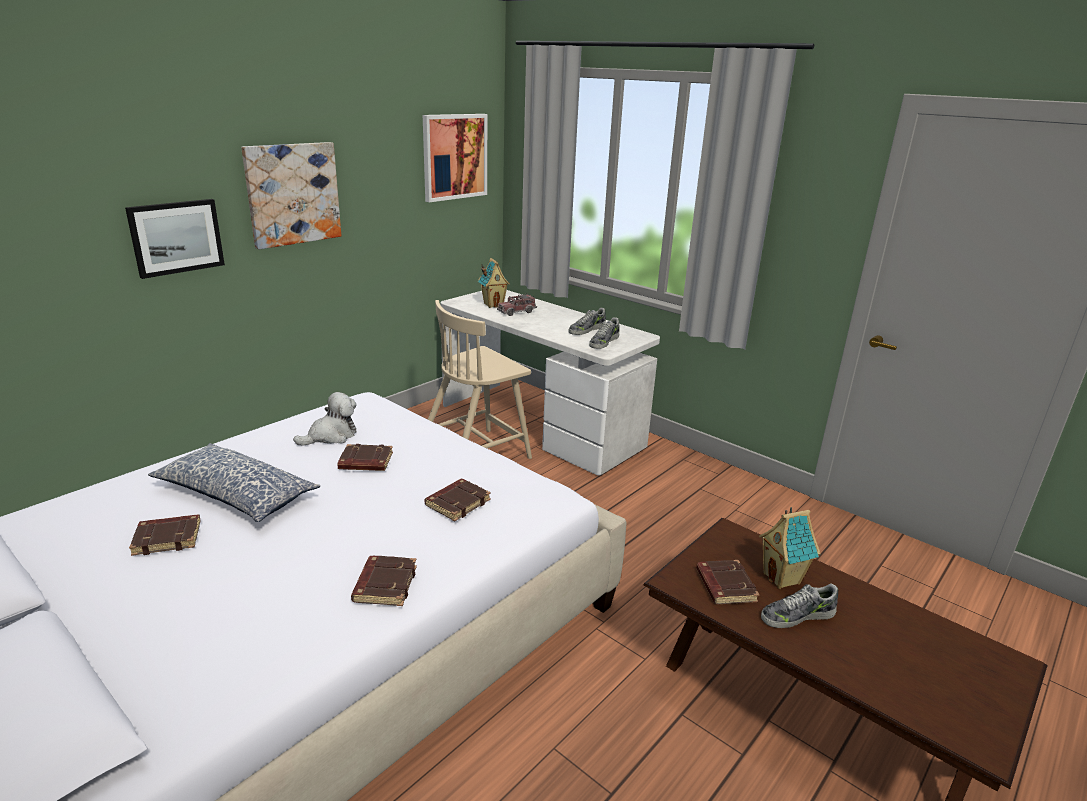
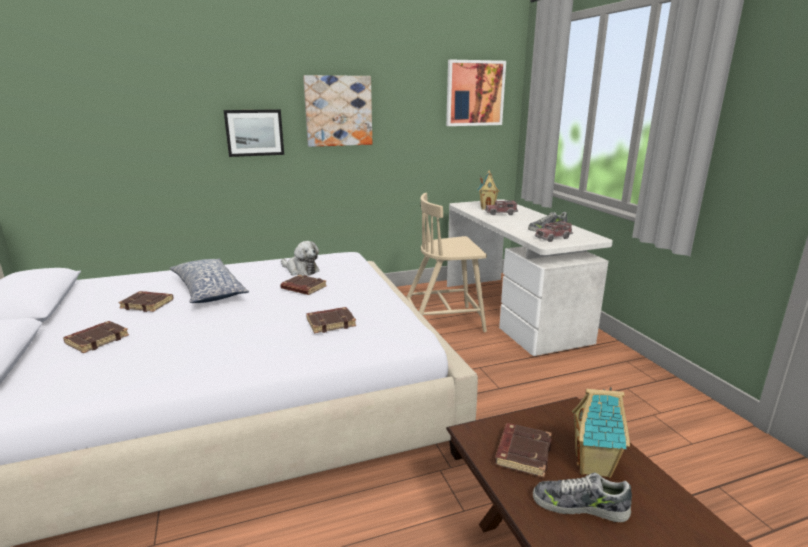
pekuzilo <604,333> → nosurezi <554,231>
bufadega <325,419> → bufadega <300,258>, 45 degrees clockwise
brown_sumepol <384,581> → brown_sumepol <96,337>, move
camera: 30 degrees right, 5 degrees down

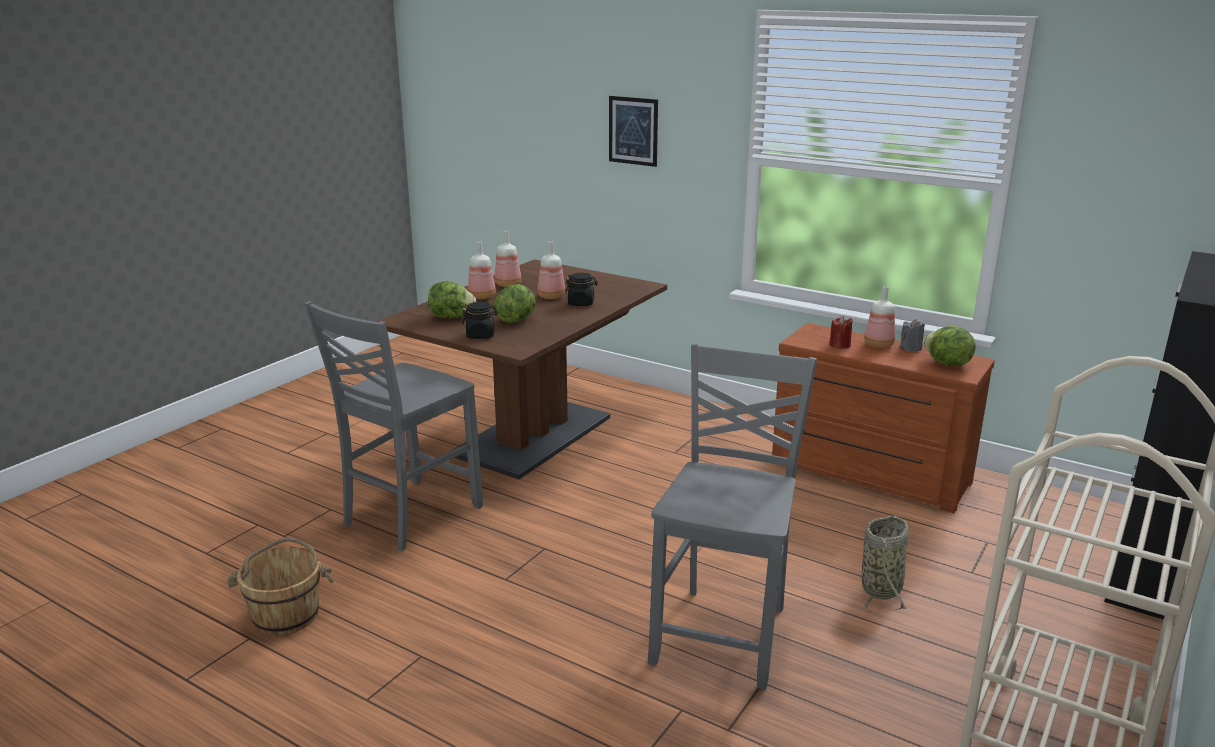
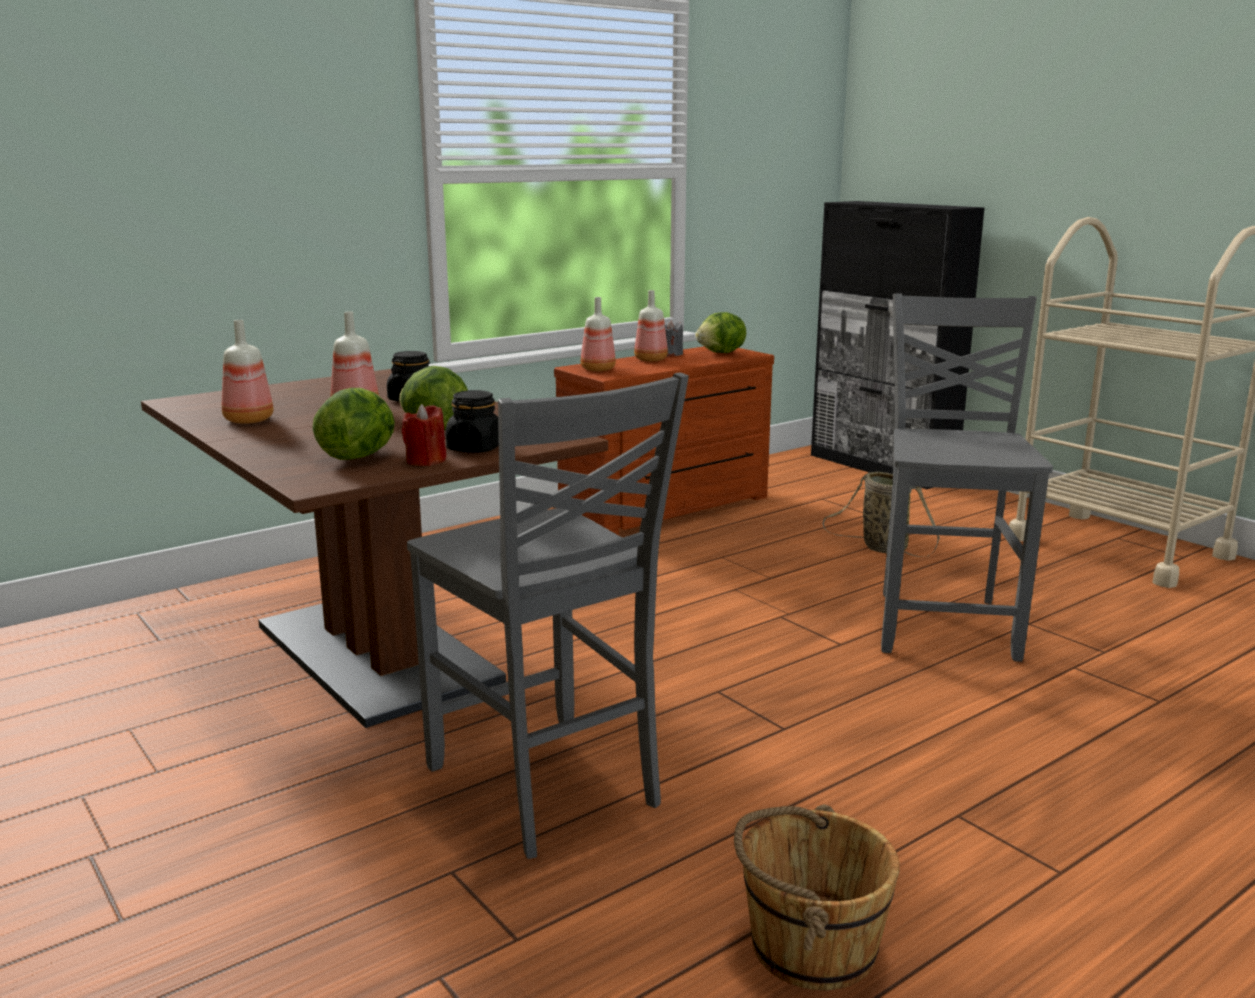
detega <633,131> → -
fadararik <482,270> → fadararik <598,334>, move
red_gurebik <841,332> → red_gurebik <423,435>, move
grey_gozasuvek <732,516> → grey_gozasuvek <967,477>, 60 degrees clockwise
camera: 70 degrees left, 5 degrees down

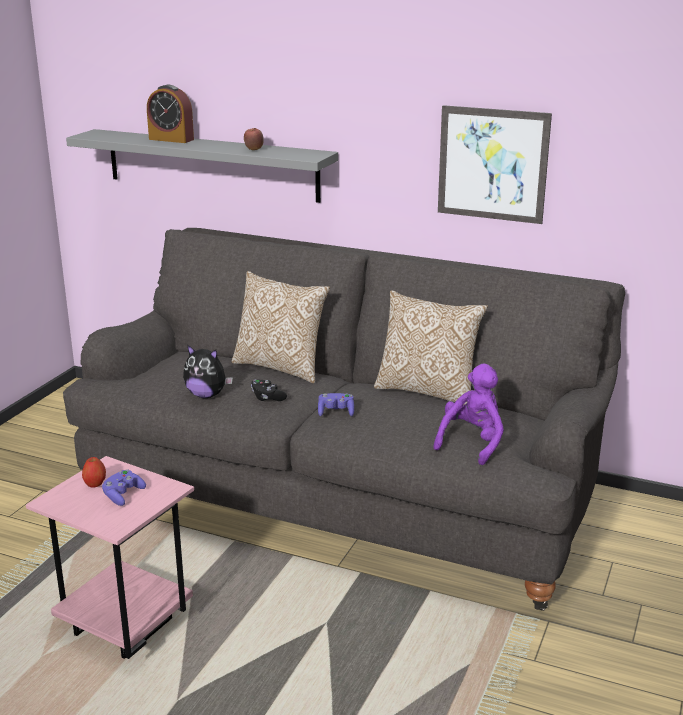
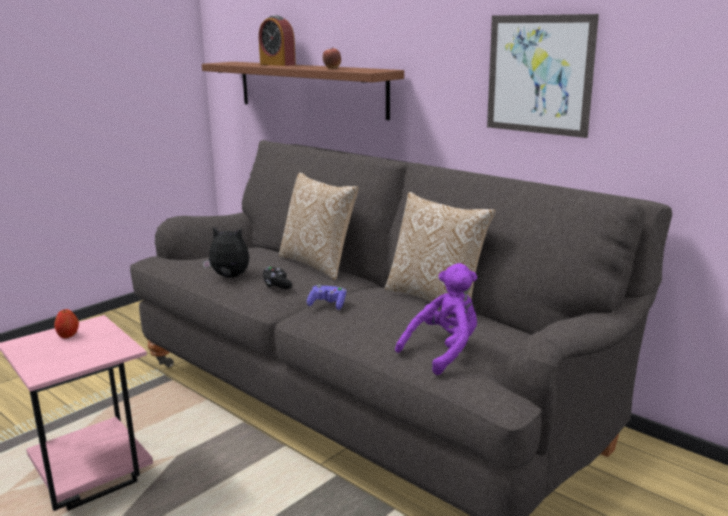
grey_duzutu <202,166> → brown_duzutu <303,91>
bufadega <208,371> → bufadega <225,252>, 150 degrees clockwise
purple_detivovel <124,487> → -
camera: 20 degrees right, 5 degrees down

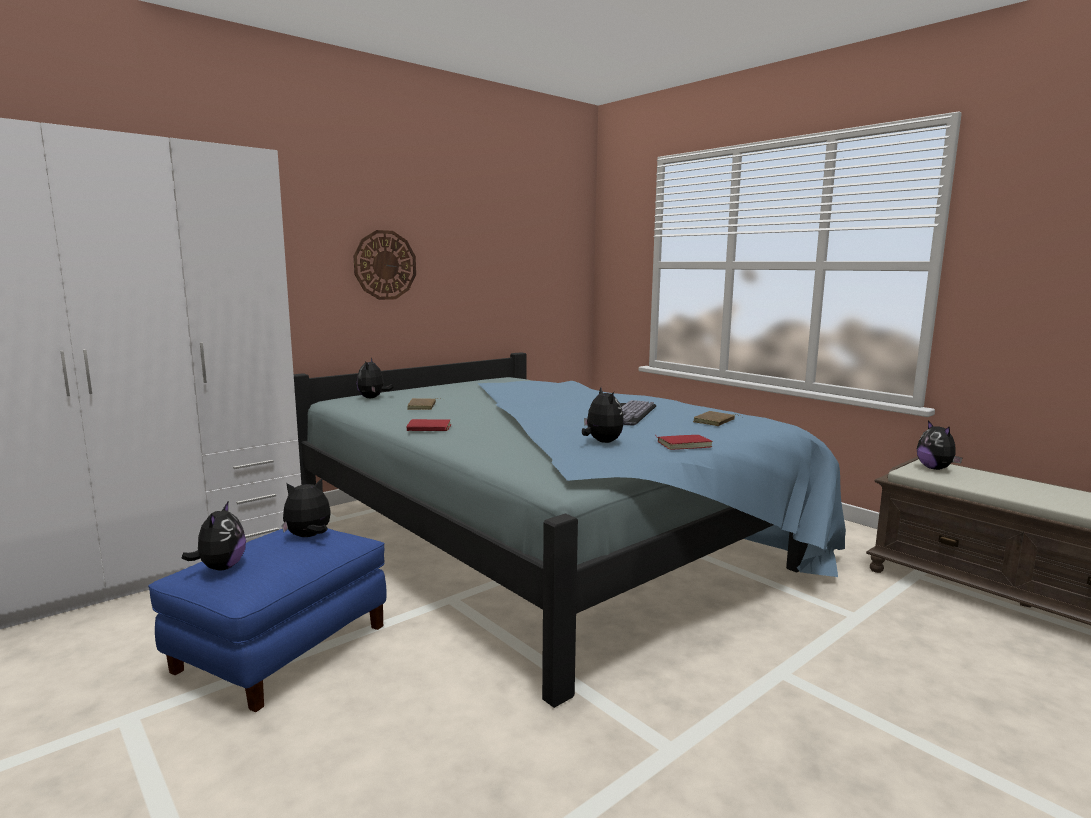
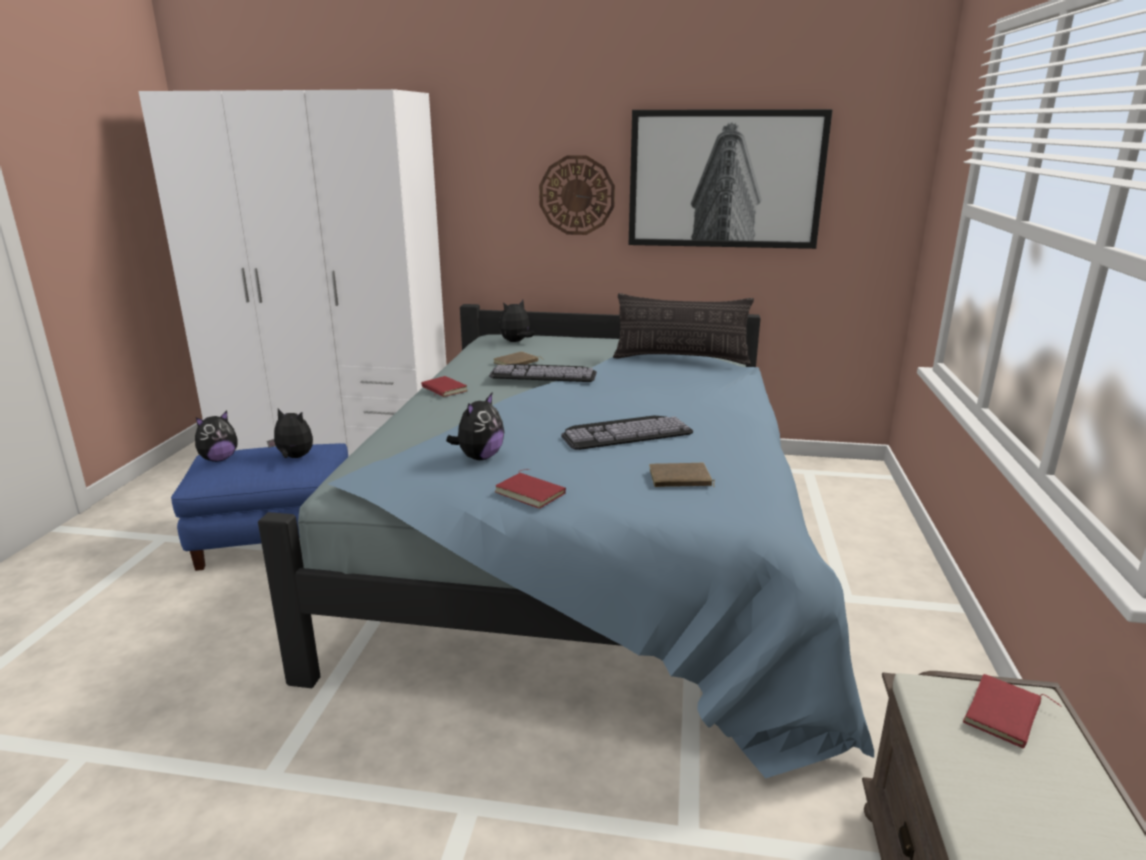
bufadega <939,445> → red_sumepol <1012,711>
- → detega <731,179>
- → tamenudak <683,329>
- → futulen <543,373>
camera: 50 degrees right, 10 degrees up

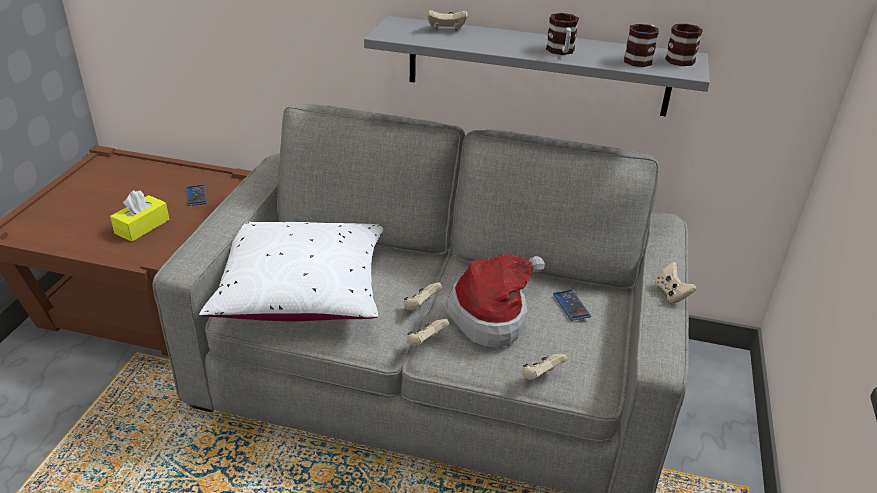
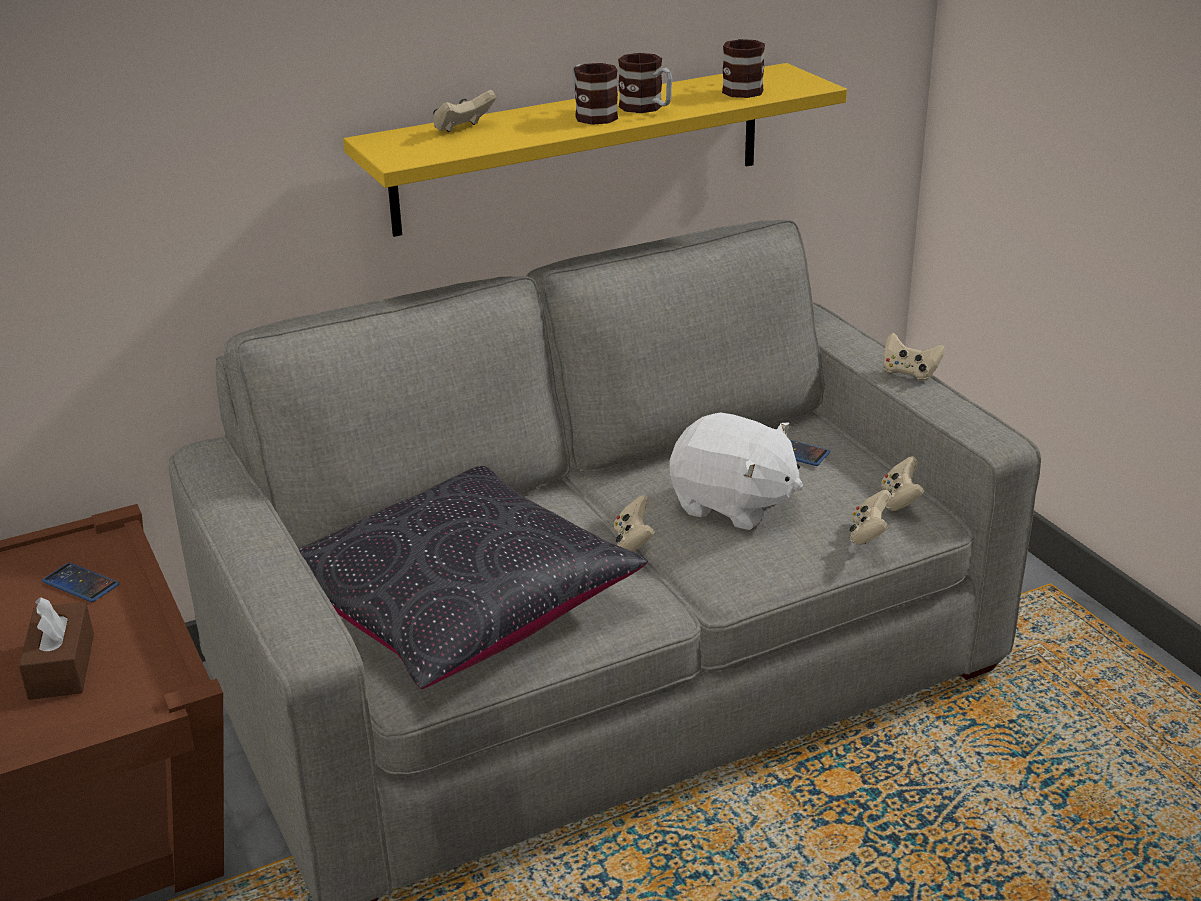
grey_duzutu <537,66> → yellow_duzutu <595,150>
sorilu <684,44> → sorilu <595,94>, move
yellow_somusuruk <140,216> → brown_somusuruk <56,648>
white_tamenudak <291,271> → black_tamenudak <473,577>
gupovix <495,301> → white_bufadega <736,471>
beige_detivovel <428,333> → beige_detivovel <902,483>, move
camera: 40 degrees left, 5 degrees down

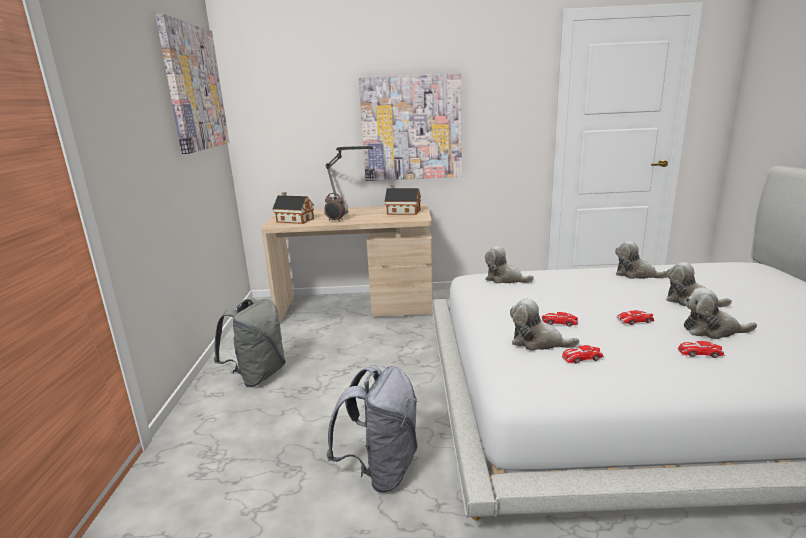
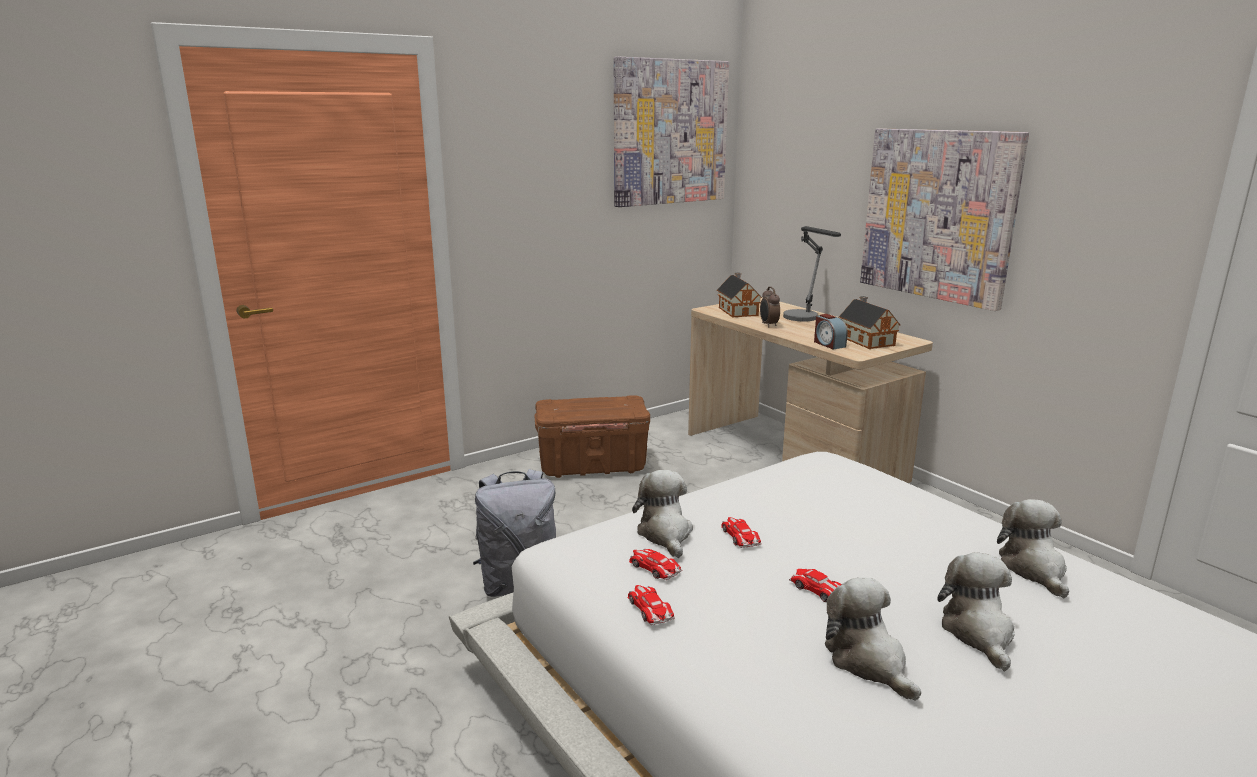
bufadega <509,265> → -
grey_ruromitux <250,342> → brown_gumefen <592,437>
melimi <701,349> → melimi <651,605>, move
- → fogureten <830,331>
camera: 55 degrees right, 0 degrees up

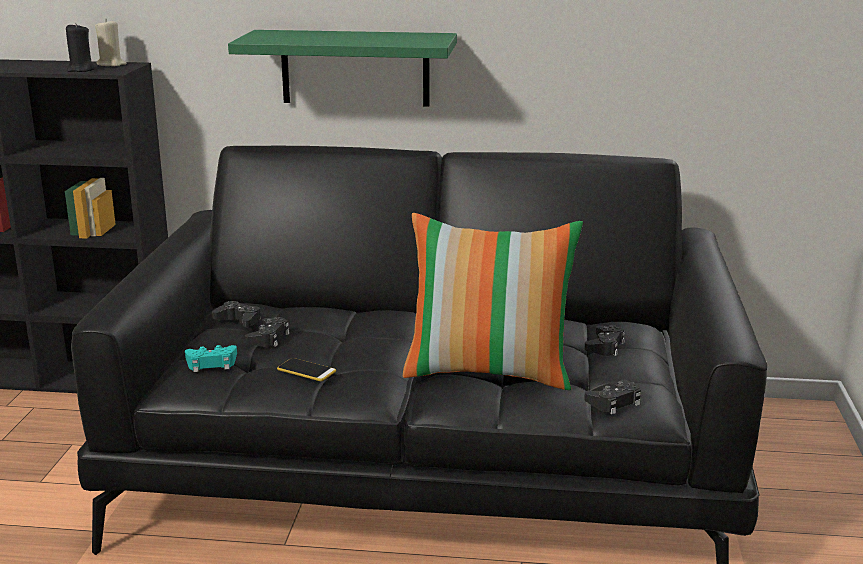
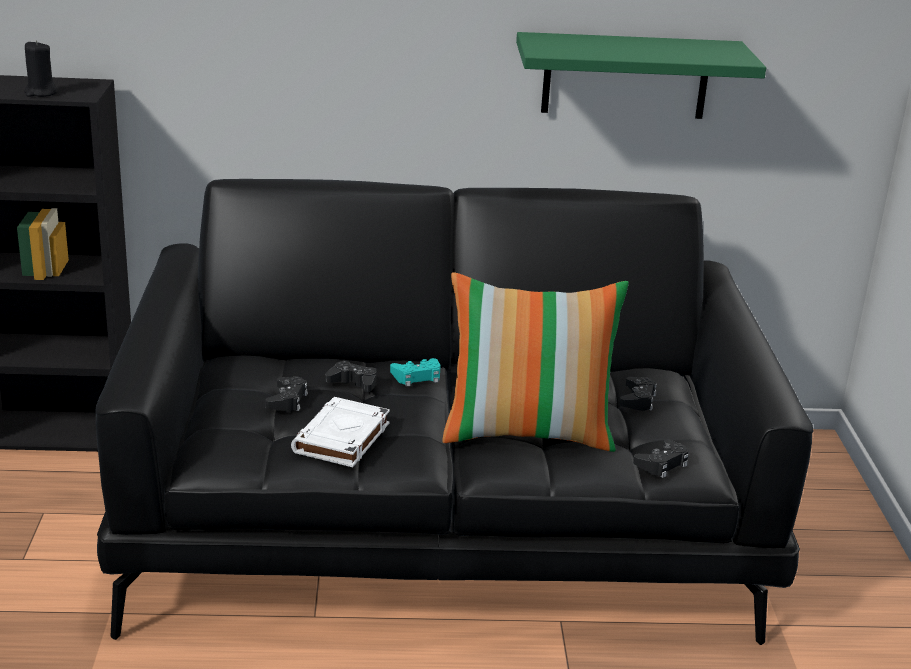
beige_gurebik <110,43> → -
green_duzutu <342,68> → green_duzutu <641,75>, move
black_detivovel <236,314> → black_detivovel <351,376>, move
turquoise_detivovel <211,358> → turquoise_detivovel <415,372>, move
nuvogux <306,369> → white_sumepol <340,432>
camera: 10 degrees left, 5 degrees up

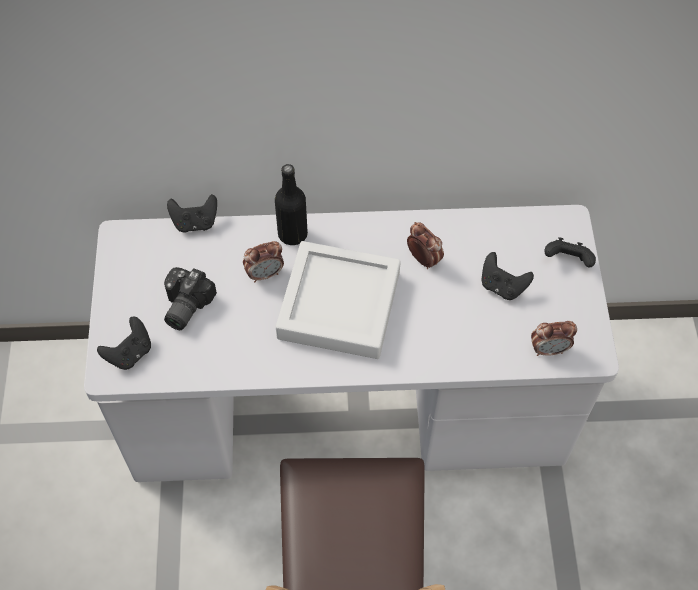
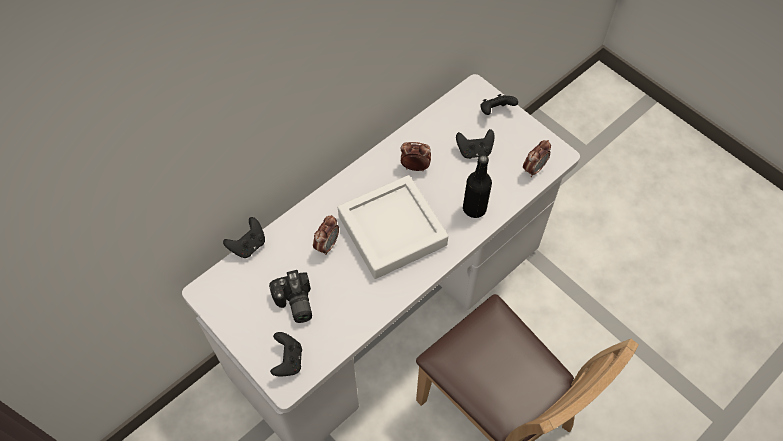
black_fadararik <291,204> → black_fadararik <477,186>, move
camera: 40 degrees left, 0 degrees up

